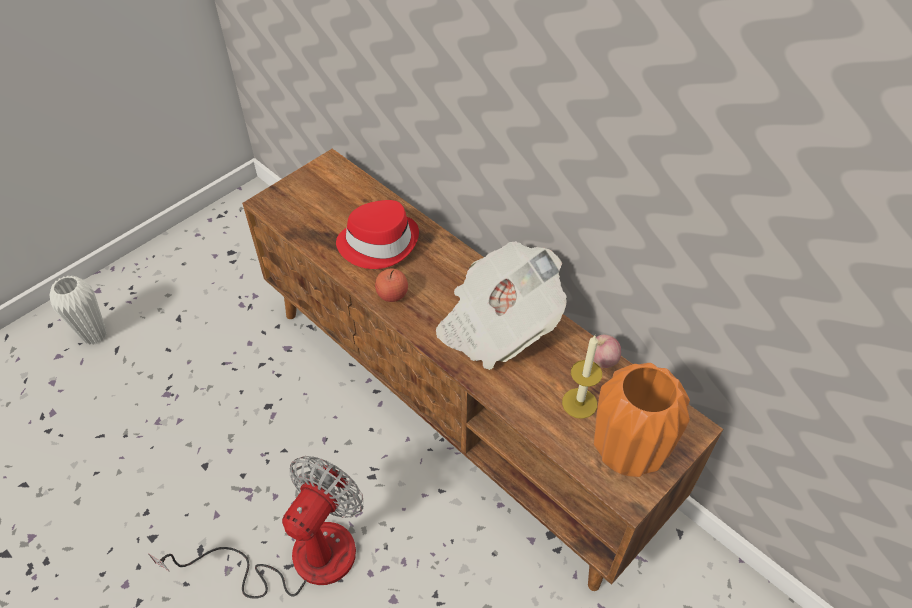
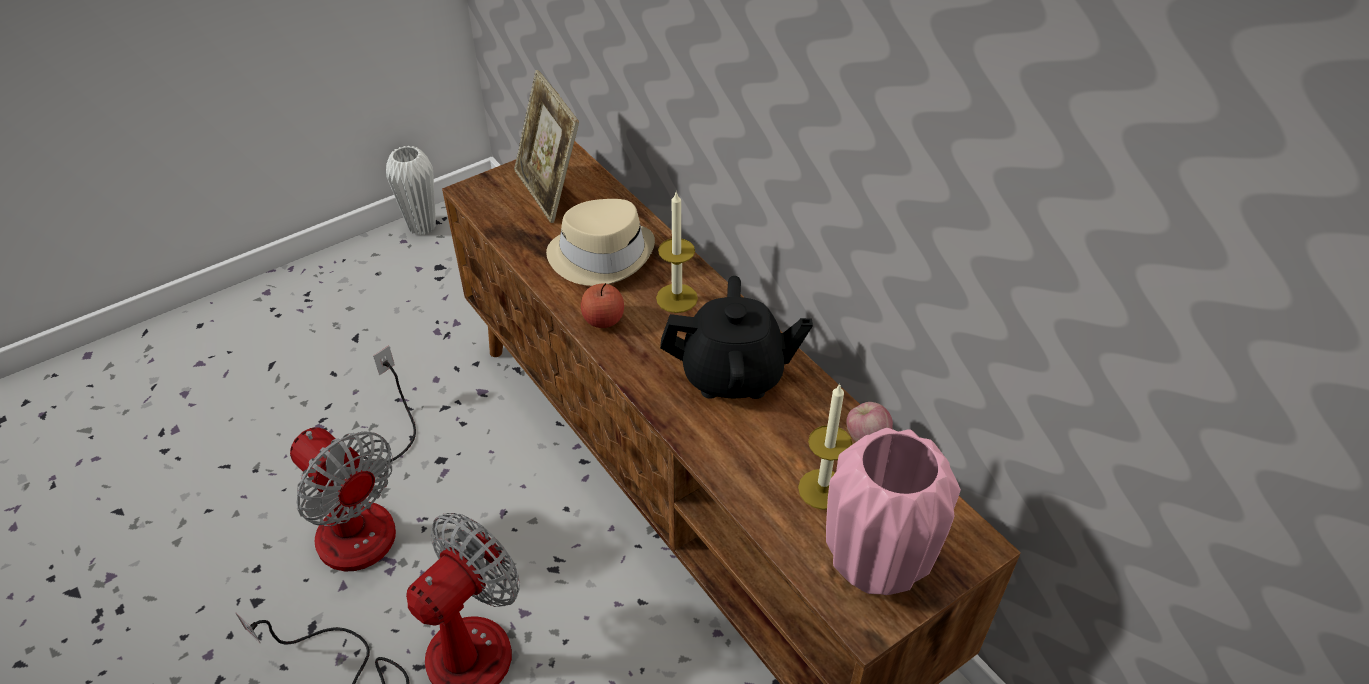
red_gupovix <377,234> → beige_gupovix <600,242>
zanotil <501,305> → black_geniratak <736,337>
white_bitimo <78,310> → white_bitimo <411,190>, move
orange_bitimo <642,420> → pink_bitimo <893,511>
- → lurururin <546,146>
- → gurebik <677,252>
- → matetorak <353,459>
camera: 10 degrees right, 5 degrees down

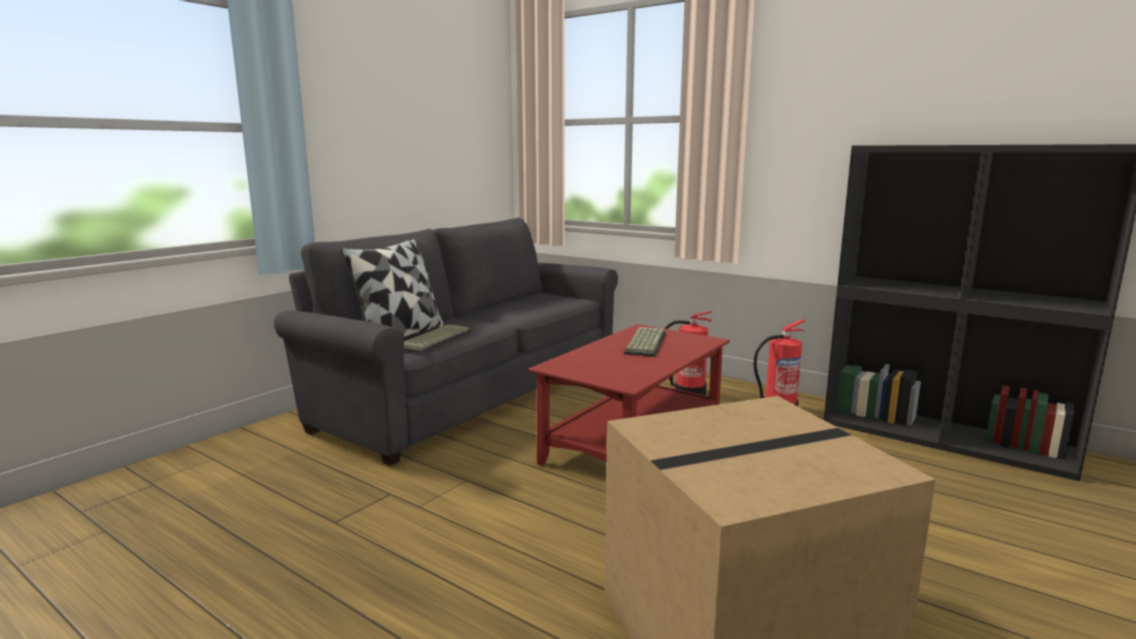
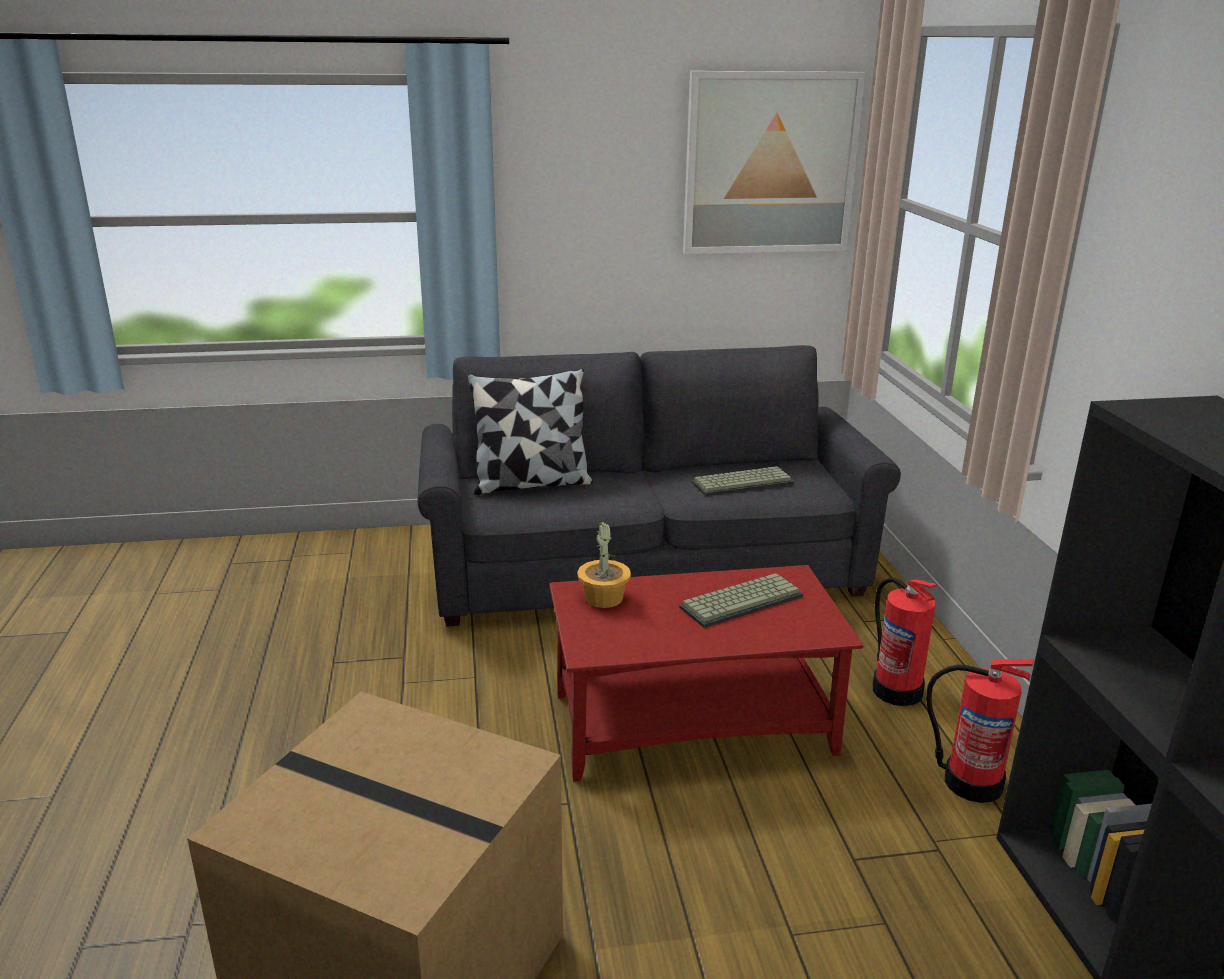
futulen <438,339> → futulen <743,481>, move
- → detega <774,162>
- → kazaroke <604,563>
camera: 45 degrees right, 10 degrees up

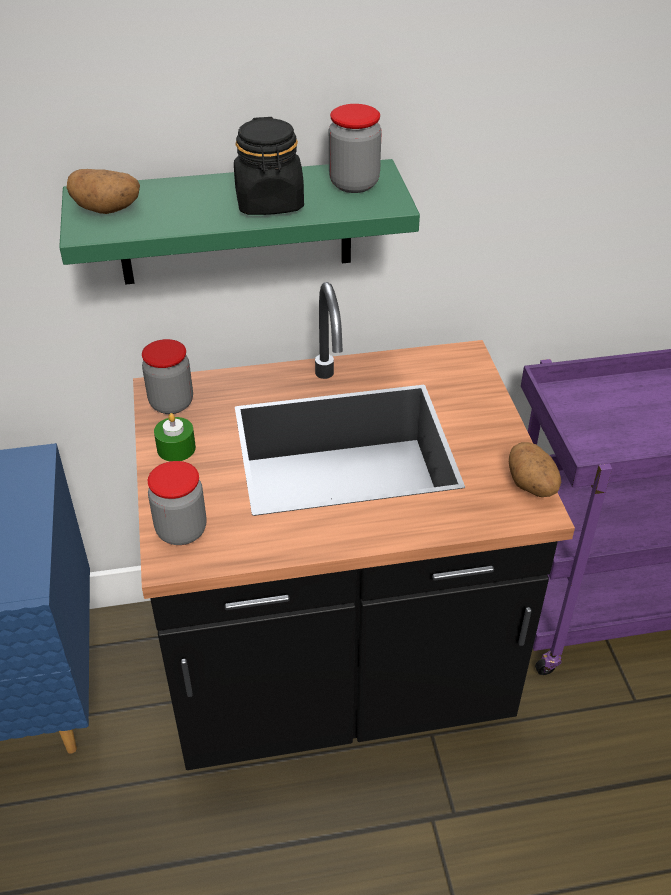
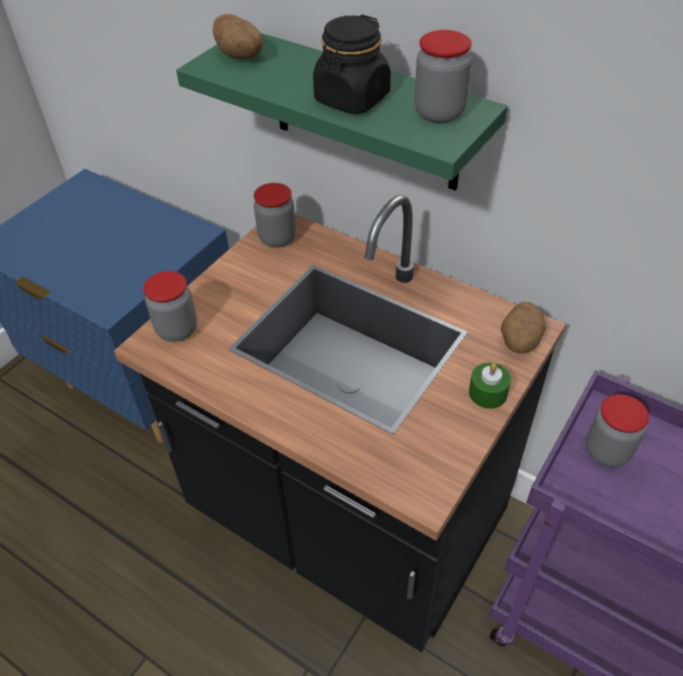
green_gurebik <175,437> → green_gurebik <490,386>, move
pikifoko <535,469> → pikifoko <523,328>, move
- → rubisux <617,430>
camera: 45 degrees right, 5 degrees up

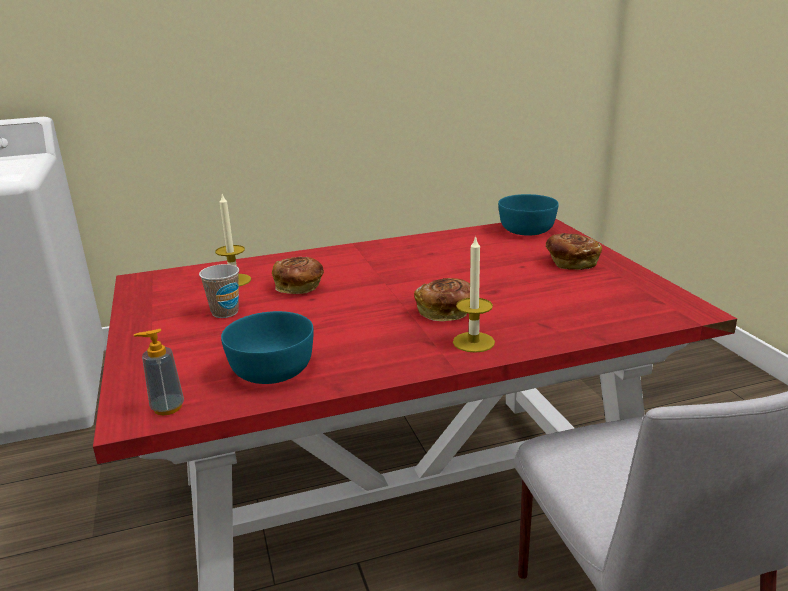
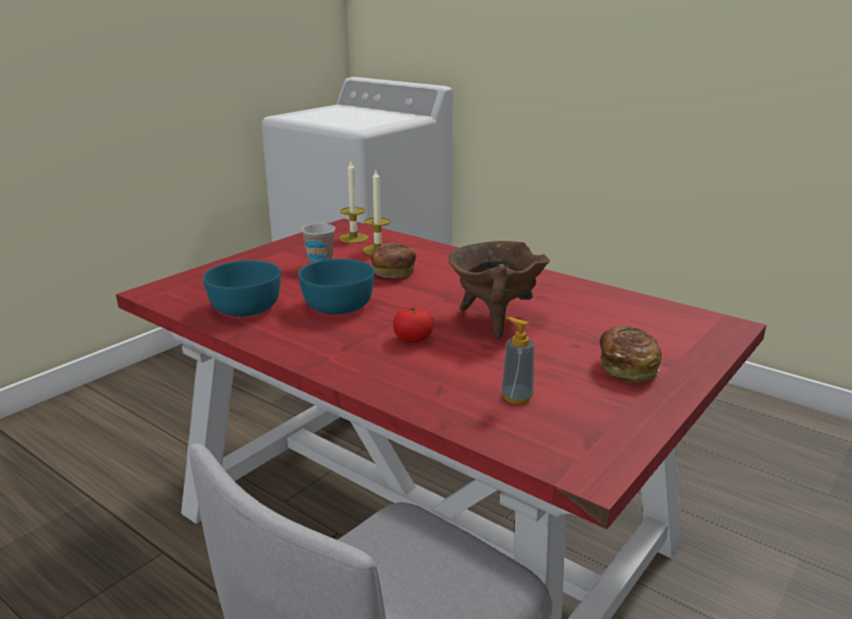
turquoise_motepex <528,215> → turquoise_motepex <336,286>, move
gurebik <474,294> → gurebik <354,202>, move
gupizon <442,299> → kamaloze <413,324>
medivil <159,372> → medivil <517,360>, move
- → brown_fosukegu <499,289>
camera: 55 degrees right, 0 degrees up

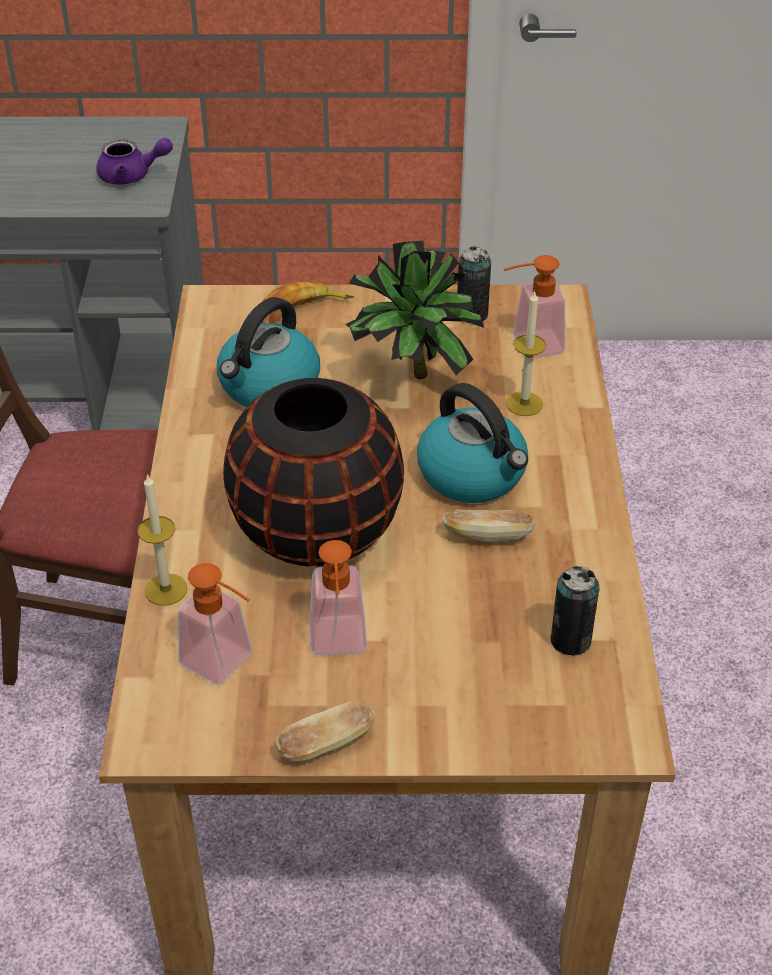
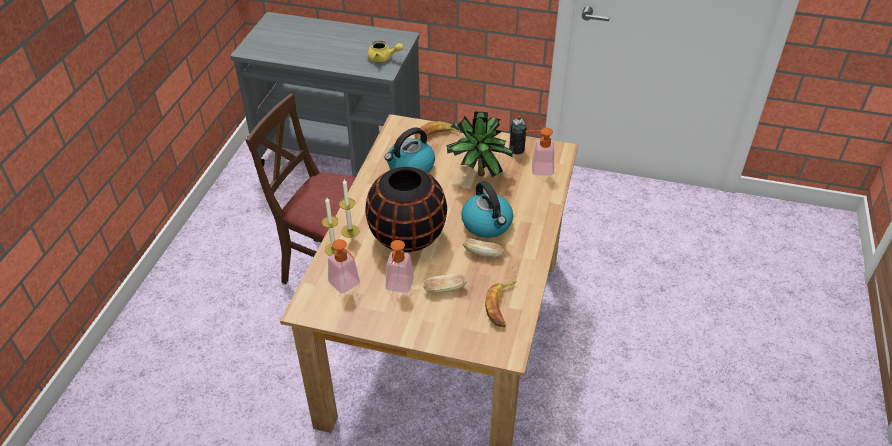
purple_geniratak <134,161> → yellow_geniratak <385,51>
gurebik <526,353> → gurebik <349,208>, move
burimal <575,611> → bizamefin <501,304>
gupizon <325,731> → gupizon <445,284>, move
camera: 15 degrees right, 0 degrees up

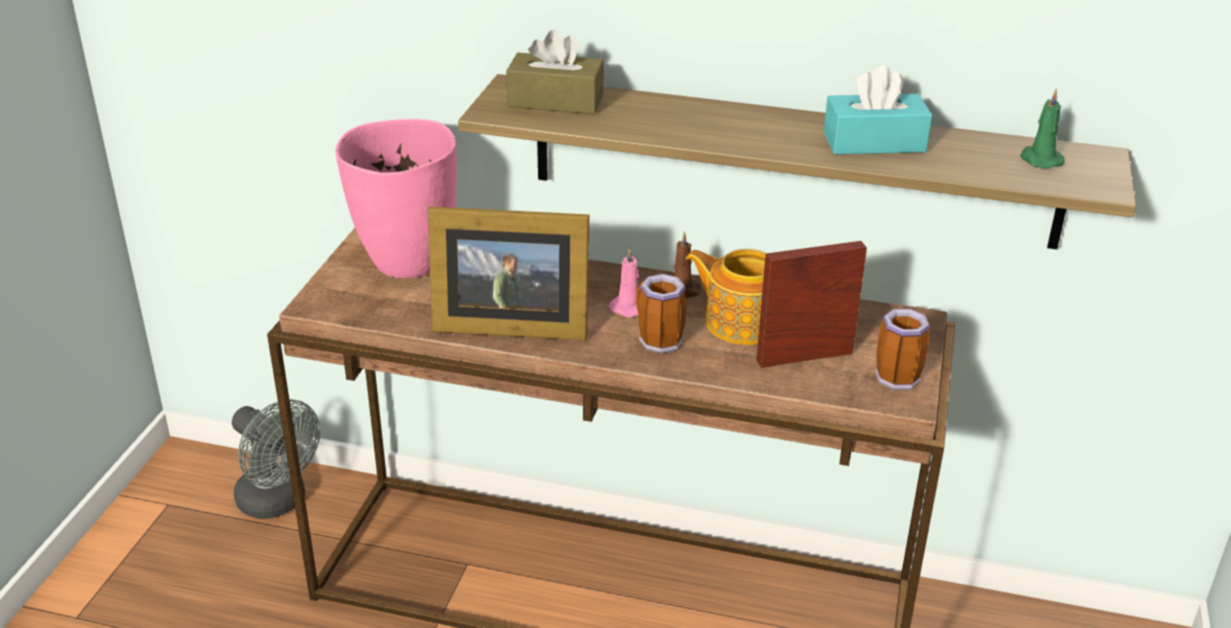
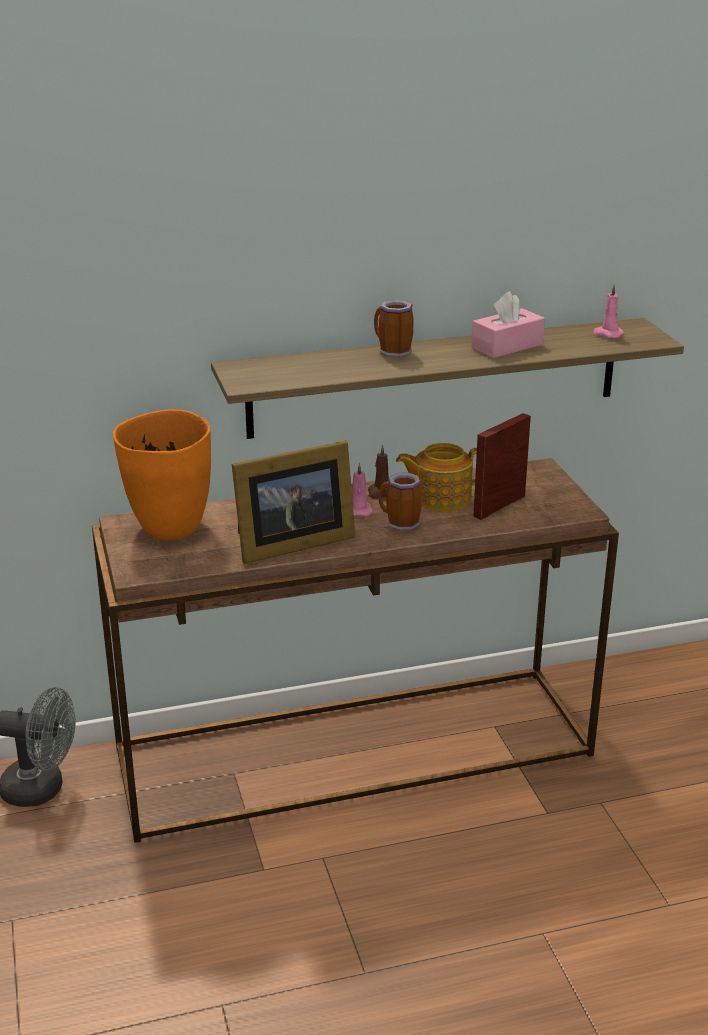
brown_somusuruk <555,72> → -
turquoise_somusuruk <878,110> → pink_somusuruk <508,324>
green_gurebik <1042,128> → pink_gurebik <608,311>
pink_bitimo <396,198> → orange_bitimo <162,474>
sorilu <902,349> → sorilu <394,329>, move
camera: 30 degrees left, 5 degrees down

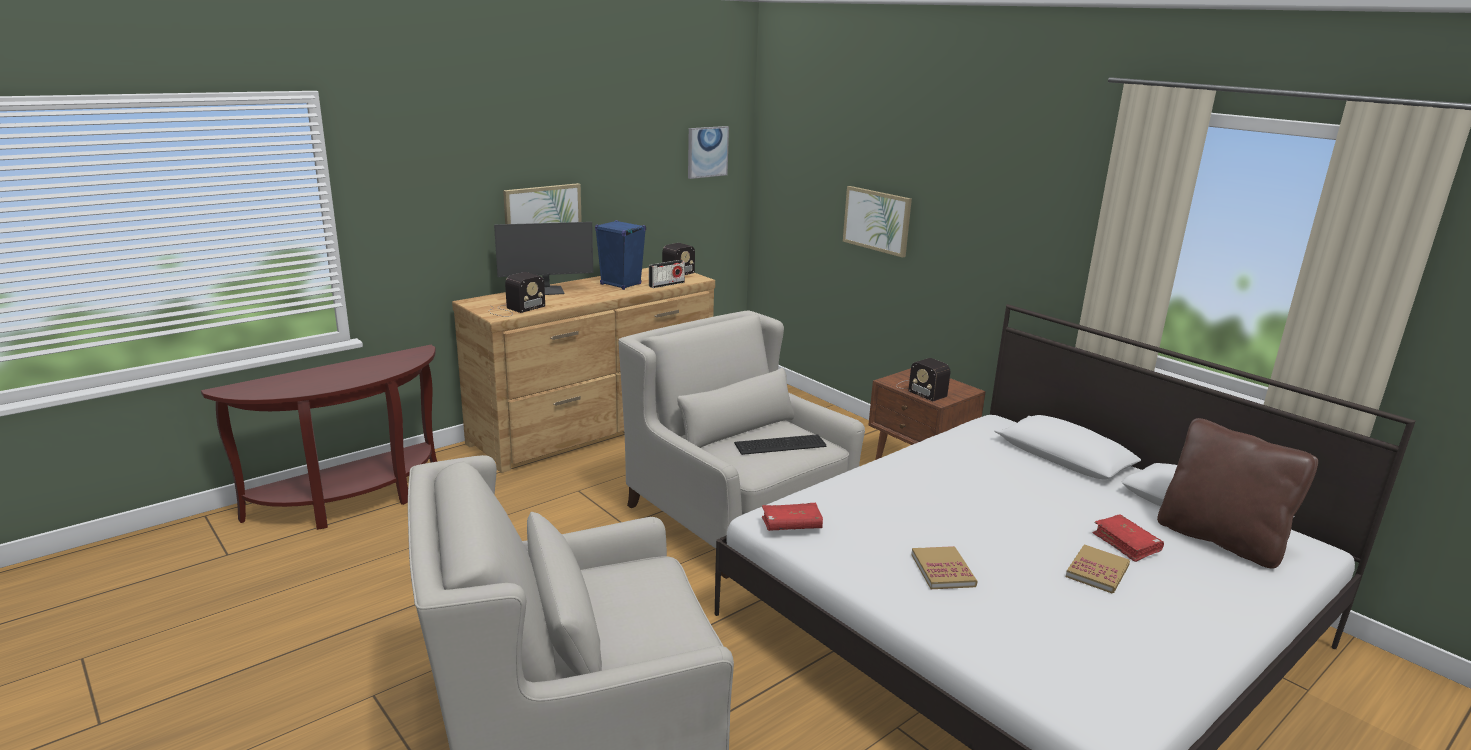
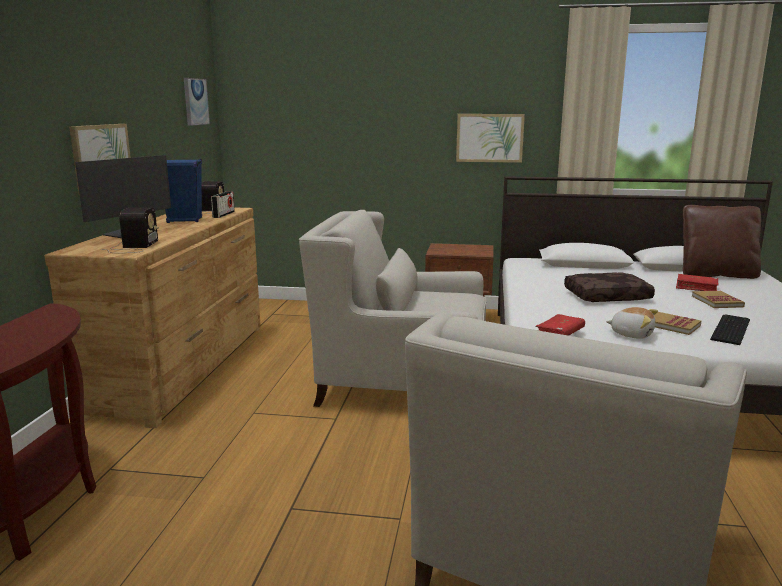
detega <877,222> → detega <490,138>, move
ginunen <923,379> → -
futulen <780,444> → futulen <730,329>, move
- → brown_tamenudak <609,287>
- → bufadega <632,323>
camera: 40 degrees left, 5 degrees down

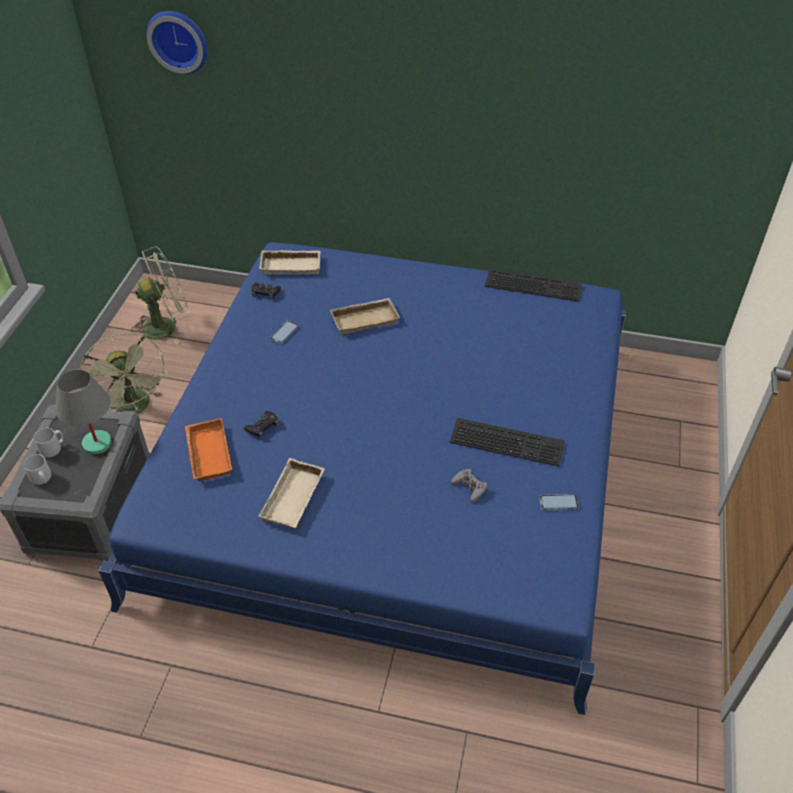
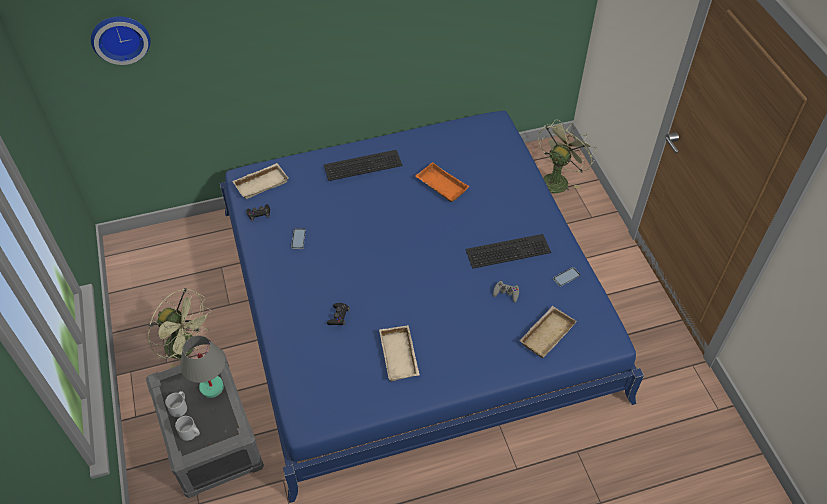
green_matetorak <160,295> → green_matetorak <567,156>, move
futulen <533,285> → futulen <363,165>, move
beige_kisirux <365,316> → beige_kisirux <548,332>, move
orange_kisirux <208,449> → orange_kisirux <442,182>, move
camera: 30 degrees left, 5 degrees up

